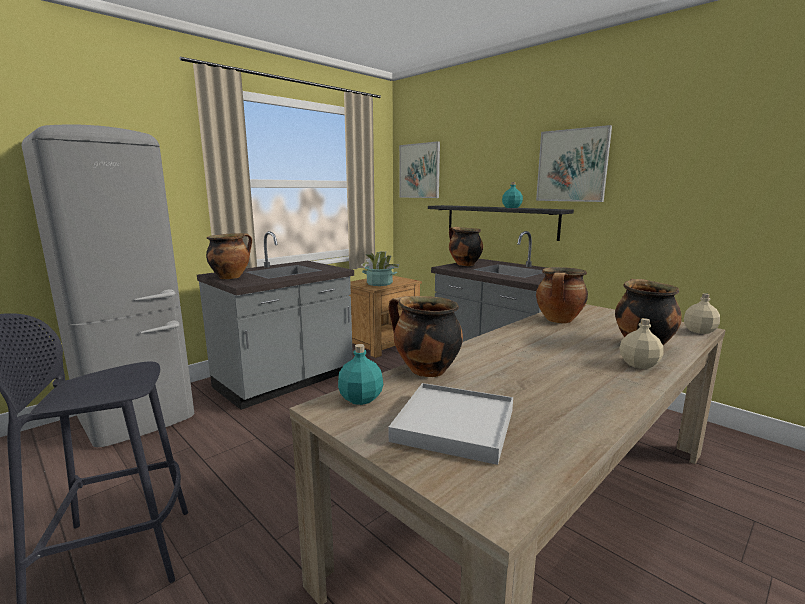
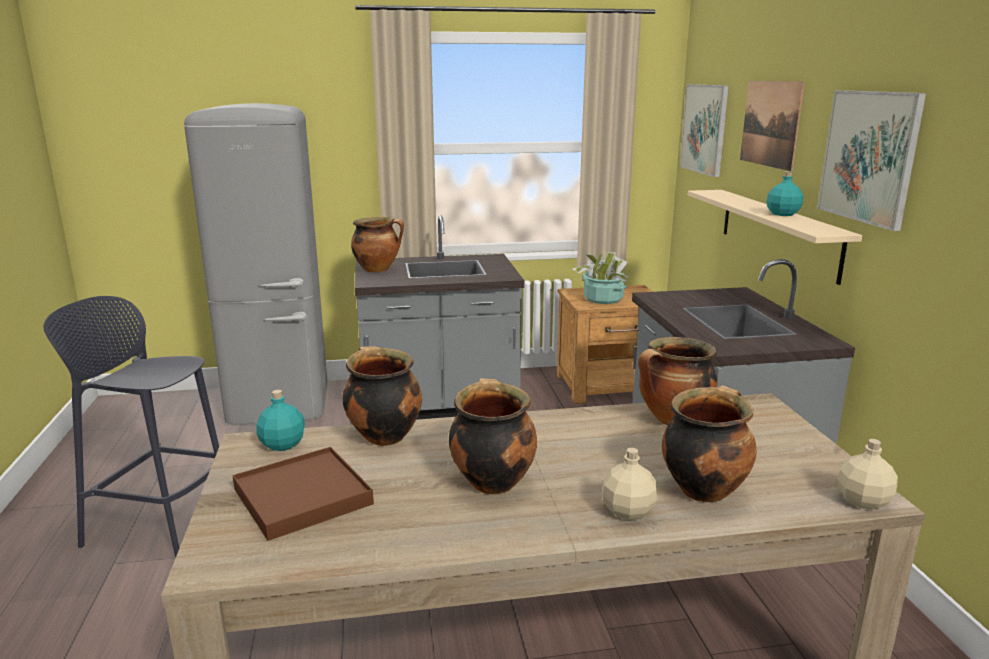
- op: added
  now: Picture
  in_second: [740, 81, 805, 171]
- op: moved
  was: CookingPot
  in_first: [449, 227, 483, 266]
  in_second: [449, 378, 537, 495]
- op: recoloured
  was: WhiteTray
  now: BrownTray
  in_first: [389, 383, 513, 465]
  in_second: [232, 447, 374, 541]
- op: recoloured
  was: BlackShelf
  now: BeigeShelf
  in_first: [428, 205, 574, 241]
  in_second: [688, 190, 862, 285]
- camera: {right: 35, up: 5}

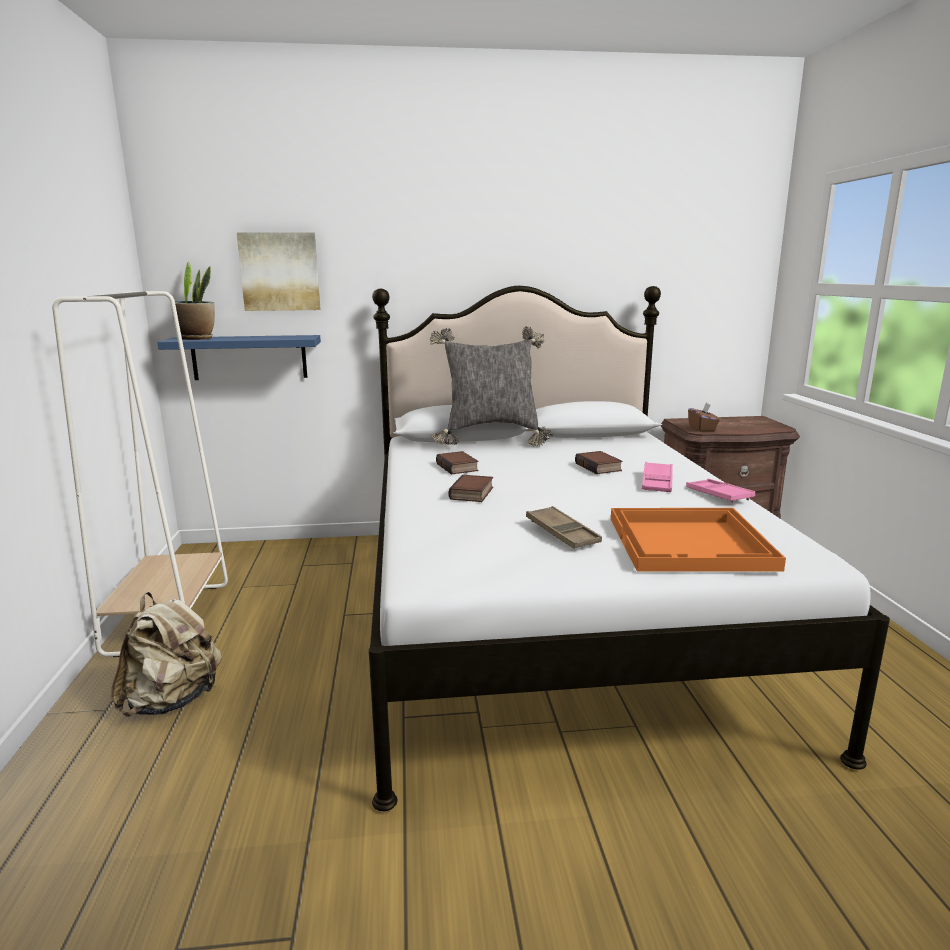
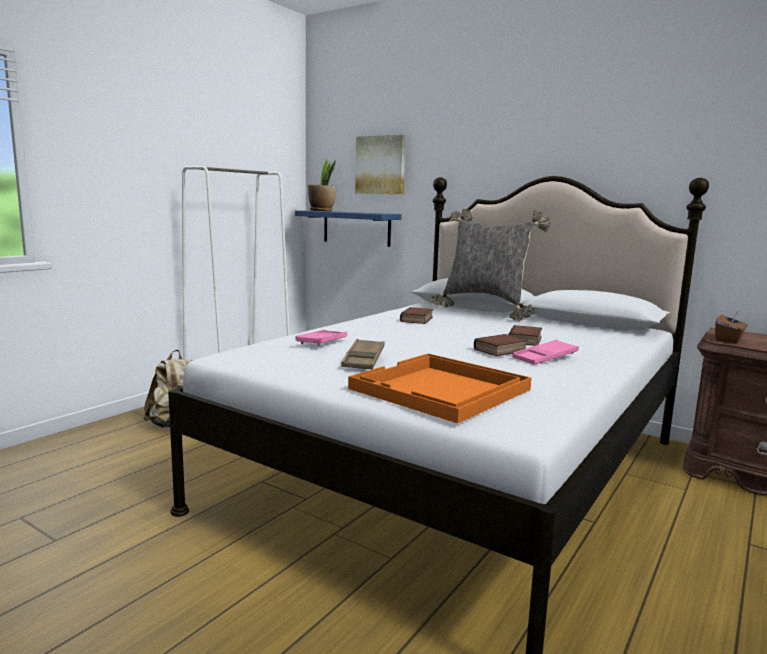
- op: moved
  was: Book
  in_first: [448, 475, 493, 502]
  in_second: [474, 334, 528, 356]
- op: moved
  was: PinkTray
  in_first: [686, 479, 755, 503]
  in_second: [296, 330, 347, 346]
- camera: {right: 40, up: -5}

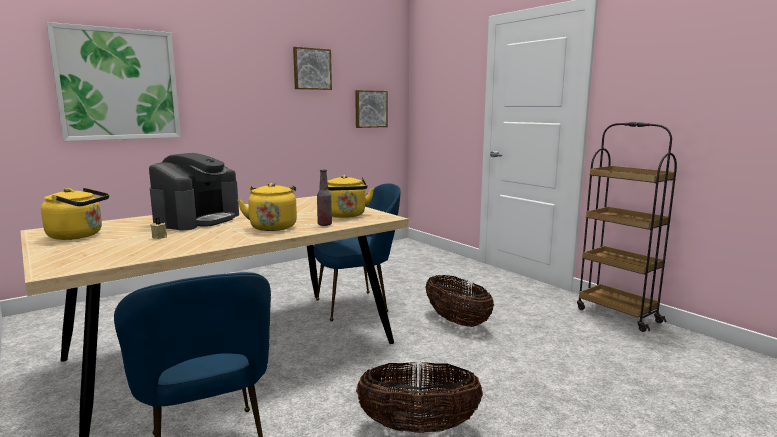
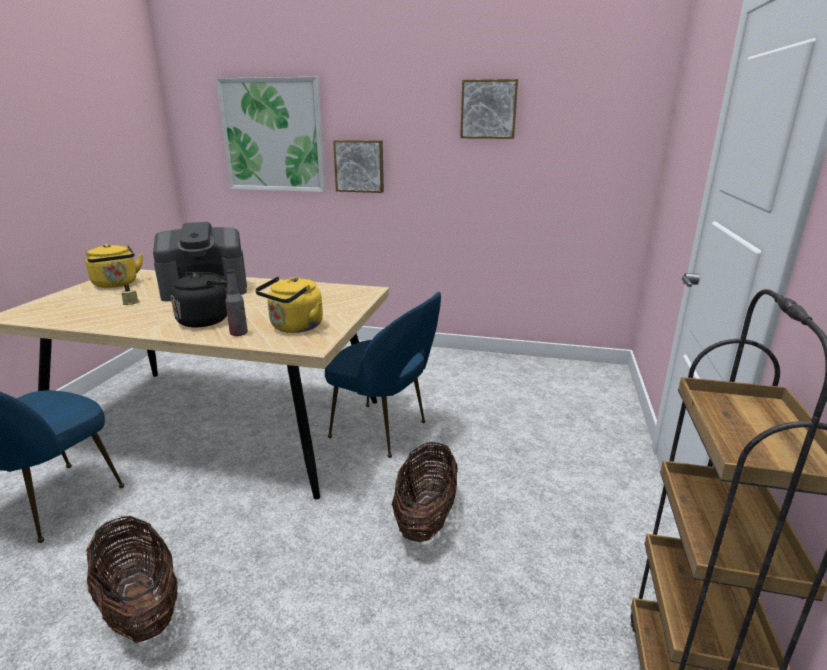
- op: moved
  was: Picture
  in_first: [355, 90, 388, 128]
  in_second: [333, 140, 384, 193]
- op: recoloured
  was: YellowKettle
  now: BlackKettle
  in_first: [238, 183, 297, 231]
  in_second: [170, 272, 227, 327]
- camera: {right: 50, up: 10}

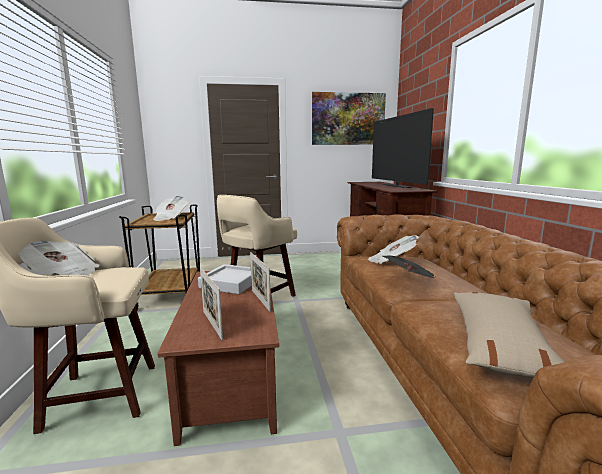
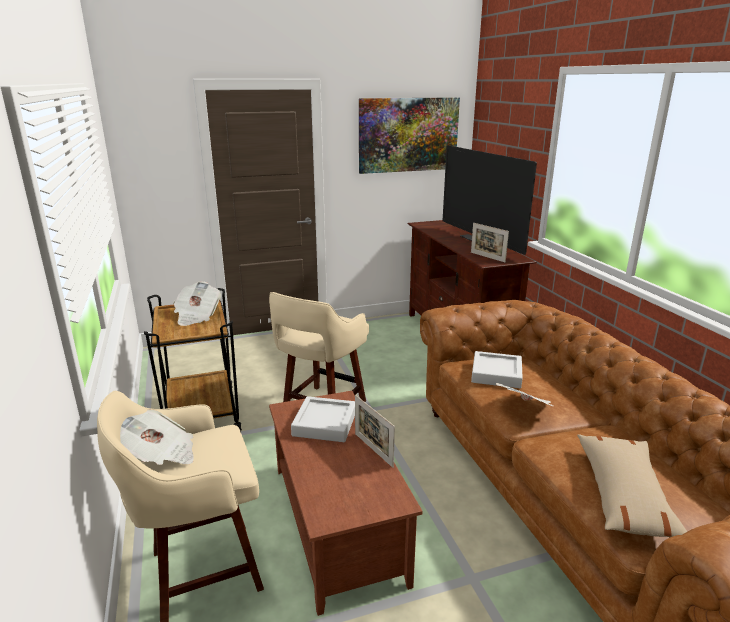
- op: moved
  was: PictureFrame
  in_first: [200, 268, 223, 340]
  in_second: [471, 223, 509, 262]
- op: replaced
  was: Newspaper
  now: GreyTray
  in_first: [368, 235, 419, 264]
  in_second: [471, 351, 523, 388]
- camera: {right: -10, up: 10}

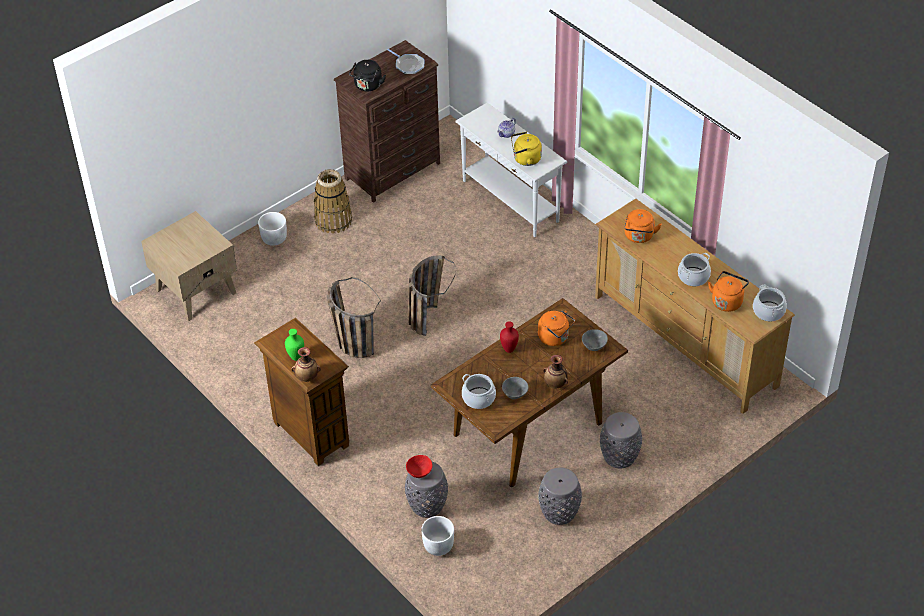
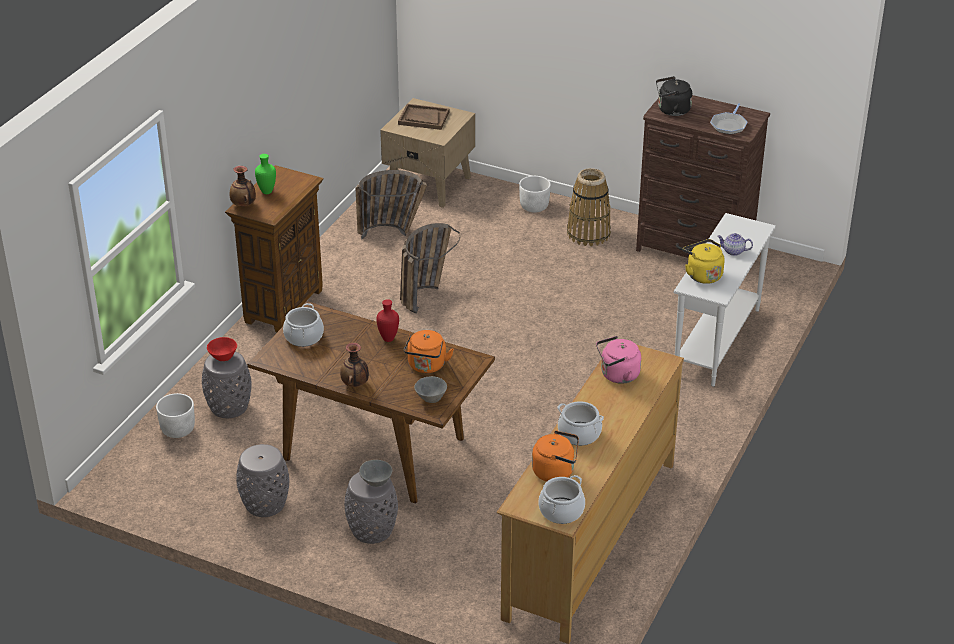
- op: added
  now: BrownTray
  in_second: [398, 104, 450, 130]
- op: moved
  was: Basket
  in_first: [408, 255, 456, 336]
  in_second: [355, 170, 427, 239]
- op: moved
  was: GreyBowl
  in_first: [502, 377, 528, 399]
  in_second: [359, 460, 392, 487]
- op: recoloured
  was: OrangeKettle
  now: PinkKettle
  in_first: [624, 209, 662, 243]
  in_second: [596, 336, 641, 384]
- camera: {right: 65, up: -10}

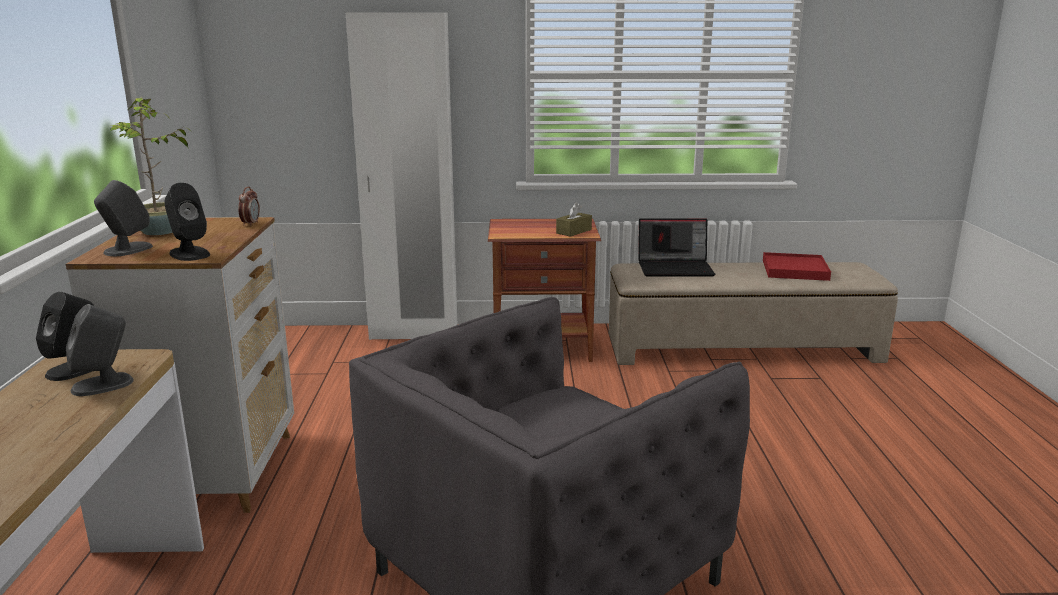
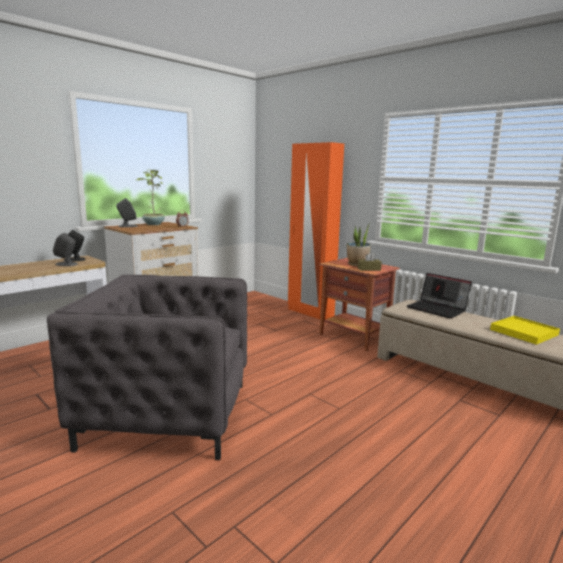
- op: removed
  was: BlackSpeaker
  in_first: [165, 183, 210, 261]
- op: added
  now: PottedPlant
  in_second: [347, 222, 371, 266]
- op: recoloured
  was: WhiteWardrobe
  now: OrangeWardrobe
  in_first: [346, 12, 457, 340]
  in_second: [288, 142, 344, 319]
- op: recoloured
  was: RedTray
  now: YellowTray
  in_first: [763, 252, 831, 281]
  in_second: [490, 316, 560, 345]
- camera: {right: 45, up: -5}

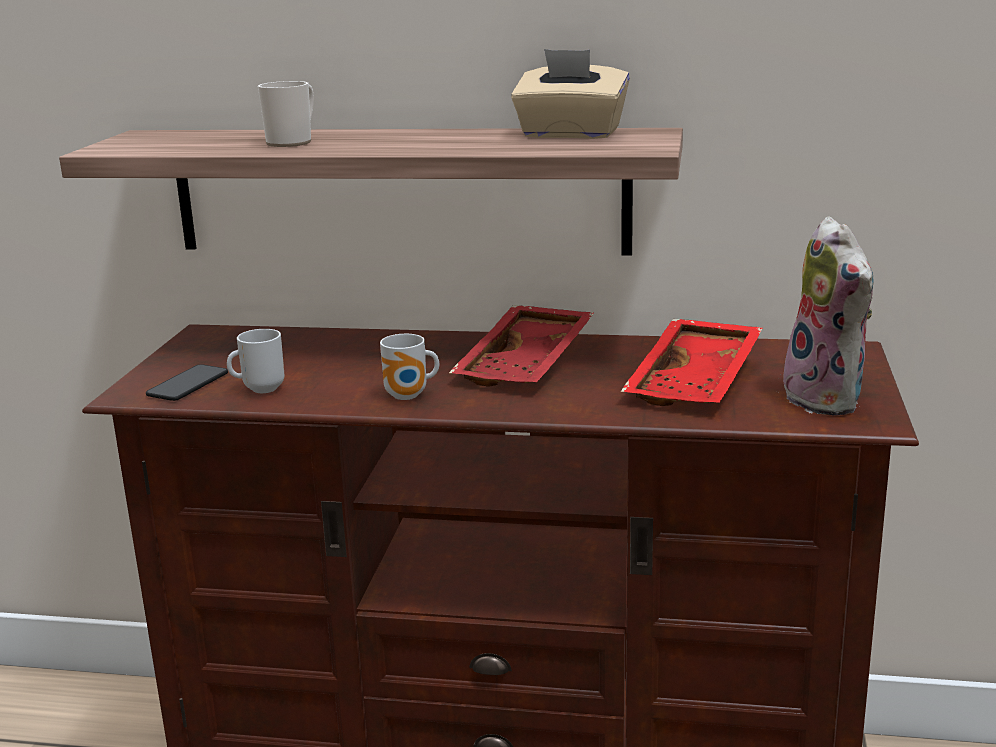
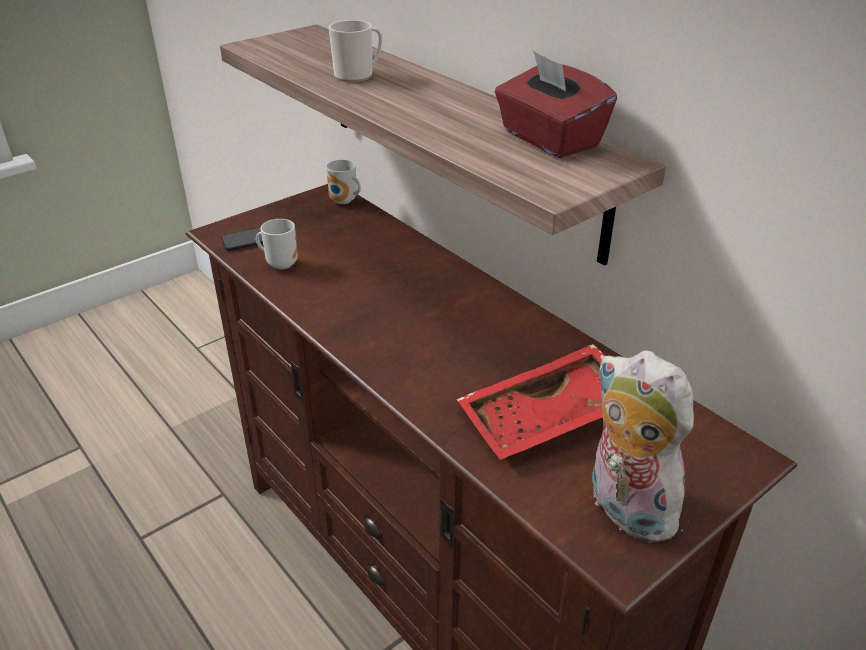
- op: removed
  was: RedTray
  in_first: [449, 305, 594, 387]
- op: moved
  was: Mug
  in_first: [380, 334, 439, 400]
  in_second: [326, 159, 361, 204]
- op: recoloured
  was: BeigeTissueBox
  now: RedTissueBox
  in_first: [511, 49, 630, 139]
  in_second: [495, 51, 617, 158]
- op: turned
  was: PlushToy
  in_first: [783, 217, 873, 415]
  in_second: [591, 350, 694, 543]
  clockwise: 120
- camera: {right: 40, up: 15}

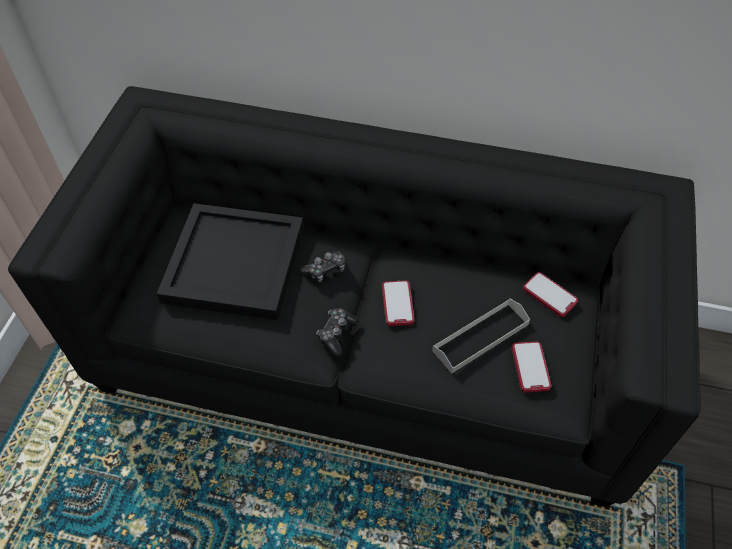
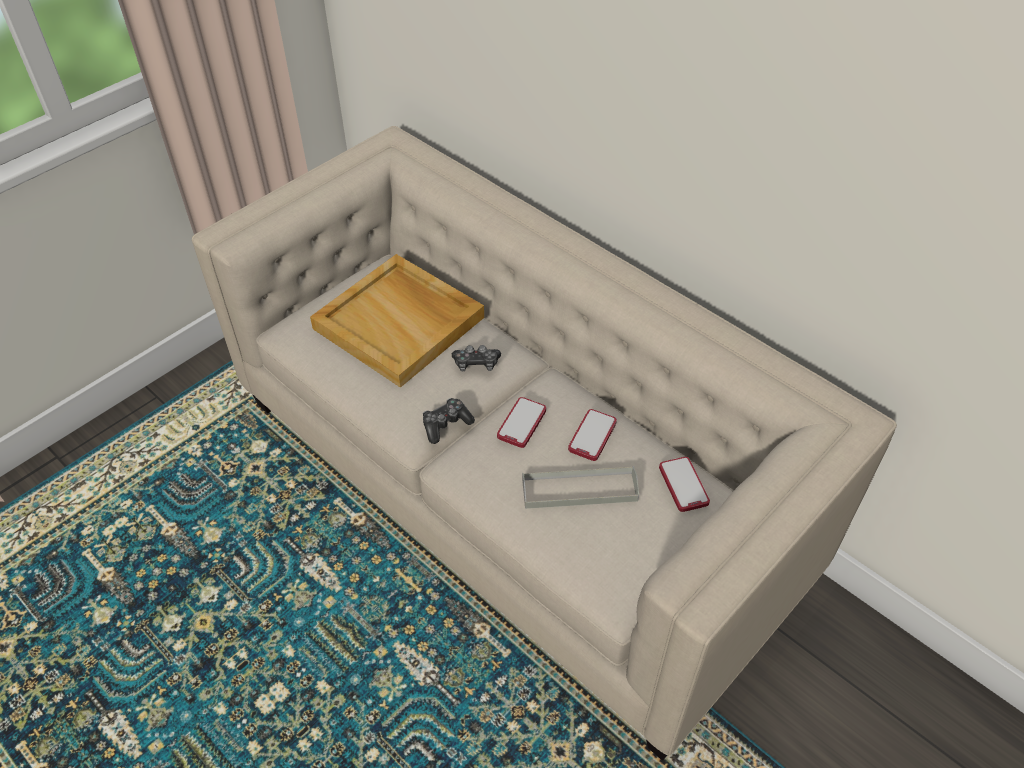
- op: moved
  was: Phone
  in_first: [512, 341, 551, 393]
  in_second: [568, 409, 617, 461]
- op: recoloured
  was: BlackSofa
  now: BeigeSofa
  in_first: [8, 86, 701, 507]
  in_second: [192, 126, 897, 761]
- op: recoloured
  was: BlackTray
  now: BeigeTray
  in_first: [157, 203, 304, 320]
  in_second: [310, 254, 484, 388]
- camera: {right: 30, up: -5}

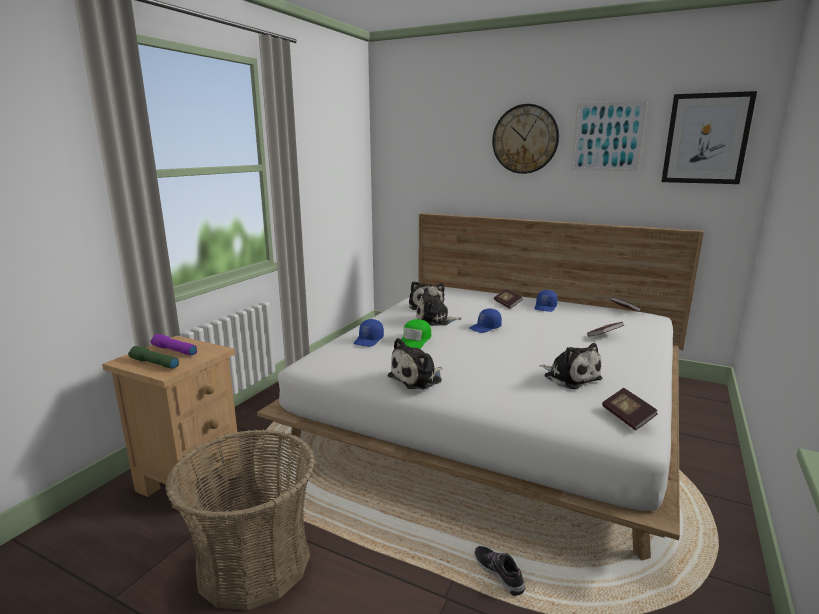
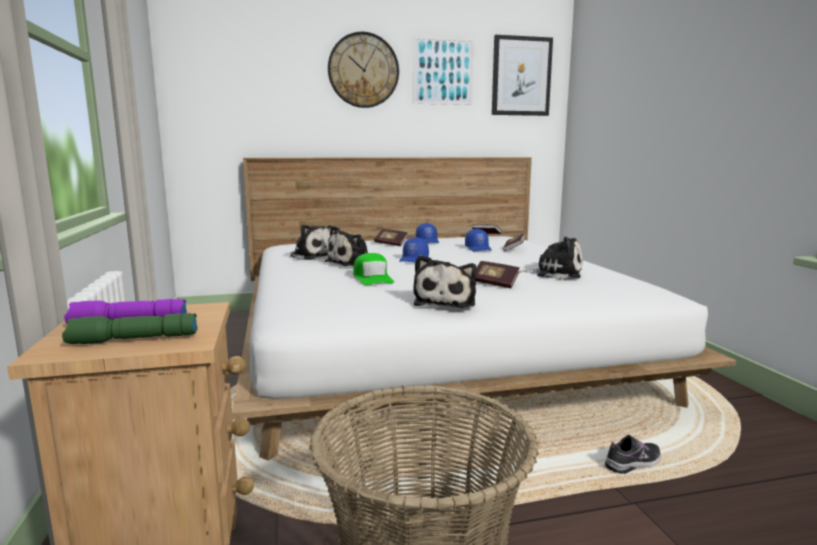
- op: moved
  was: BlueCap
  in_first: [354, 319, 384, 347]
  in_second: [465, 229, 492, 251]
- op: moved
  was: Book
  in_first: [602, 388, 658, 430]
  in_second: [475, 261, 520, 288]
- op: turned
  was: Shoe
  in_first: [474, 546, 525, 596]
  in_second: [605, 435, 661, 474]
  clockwise: 135
- camera: {right: -40, up: -5}

